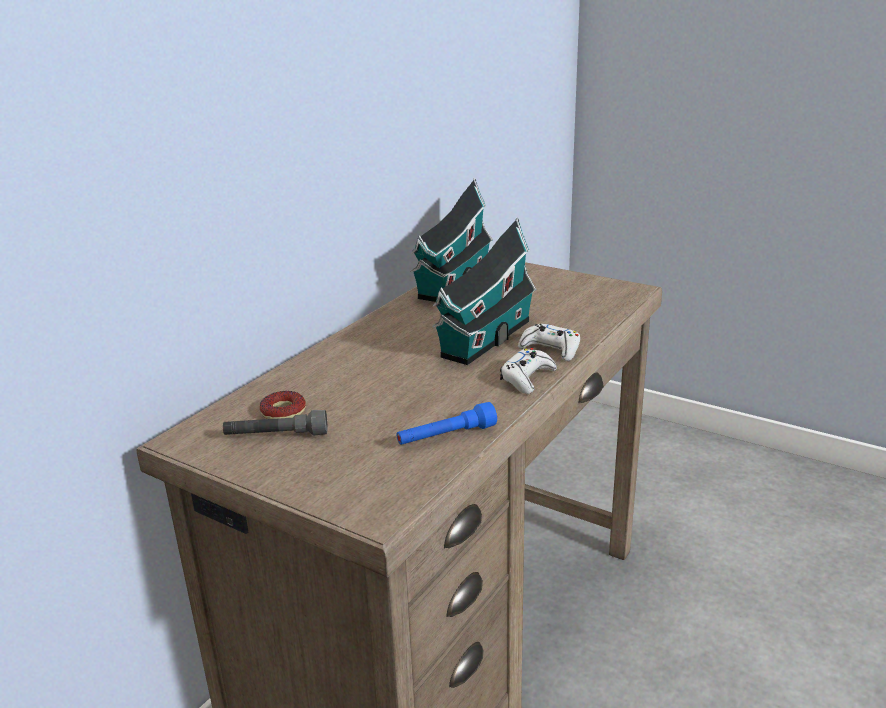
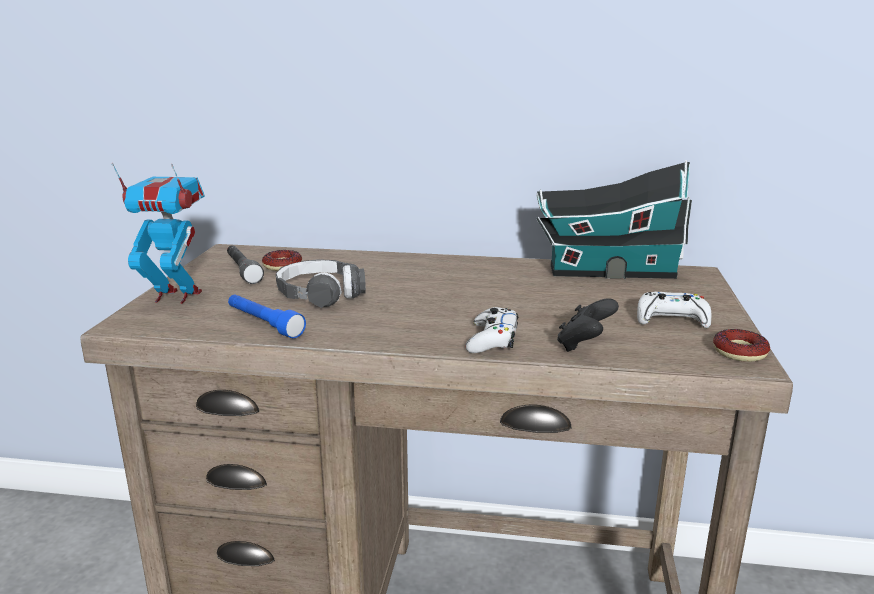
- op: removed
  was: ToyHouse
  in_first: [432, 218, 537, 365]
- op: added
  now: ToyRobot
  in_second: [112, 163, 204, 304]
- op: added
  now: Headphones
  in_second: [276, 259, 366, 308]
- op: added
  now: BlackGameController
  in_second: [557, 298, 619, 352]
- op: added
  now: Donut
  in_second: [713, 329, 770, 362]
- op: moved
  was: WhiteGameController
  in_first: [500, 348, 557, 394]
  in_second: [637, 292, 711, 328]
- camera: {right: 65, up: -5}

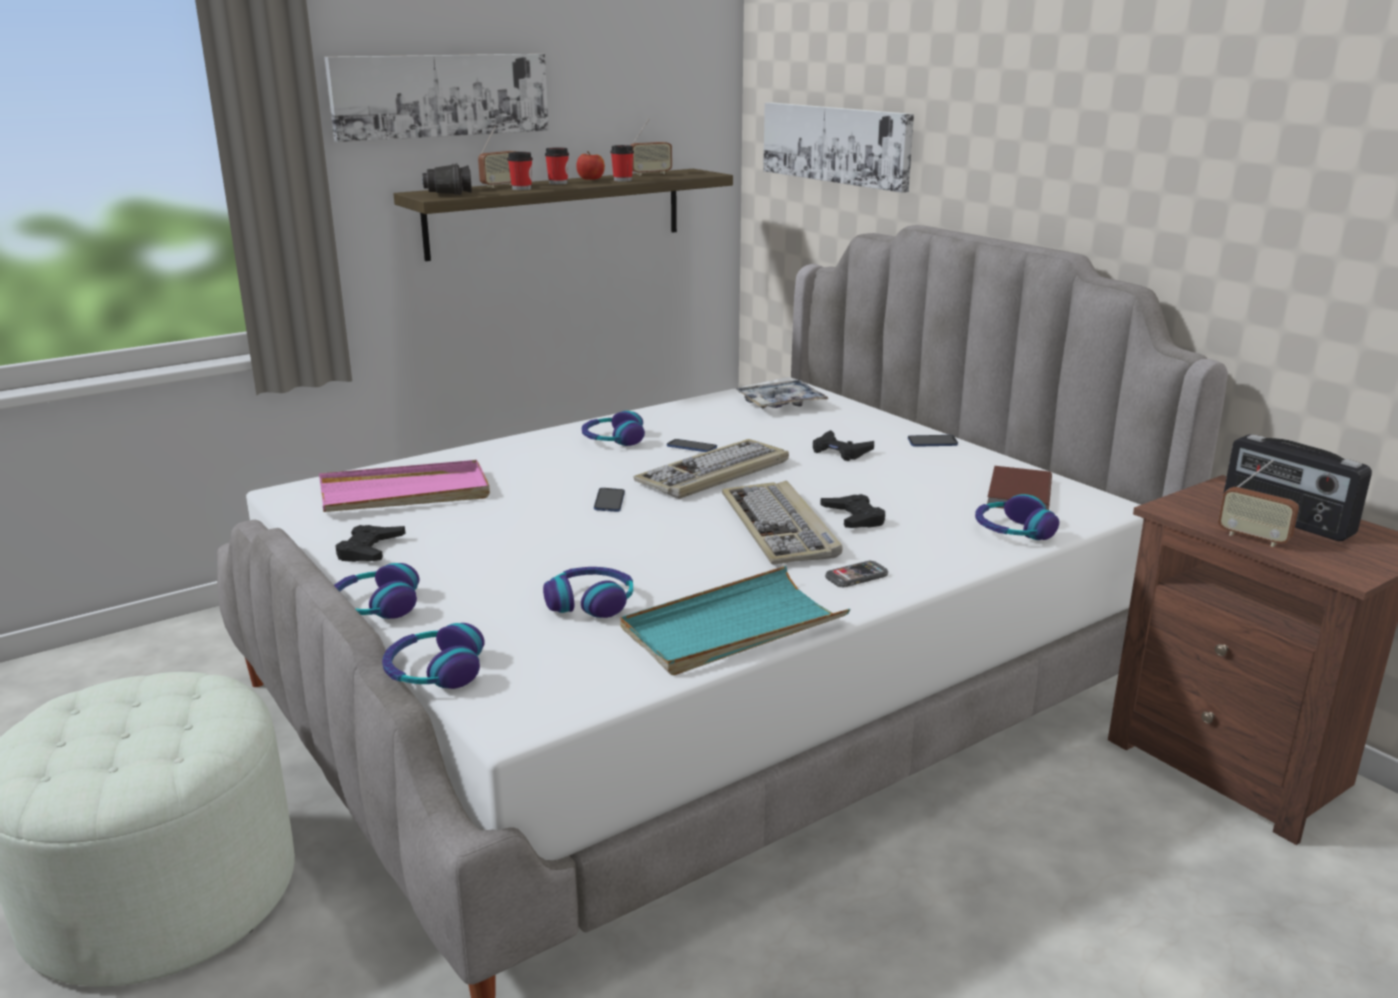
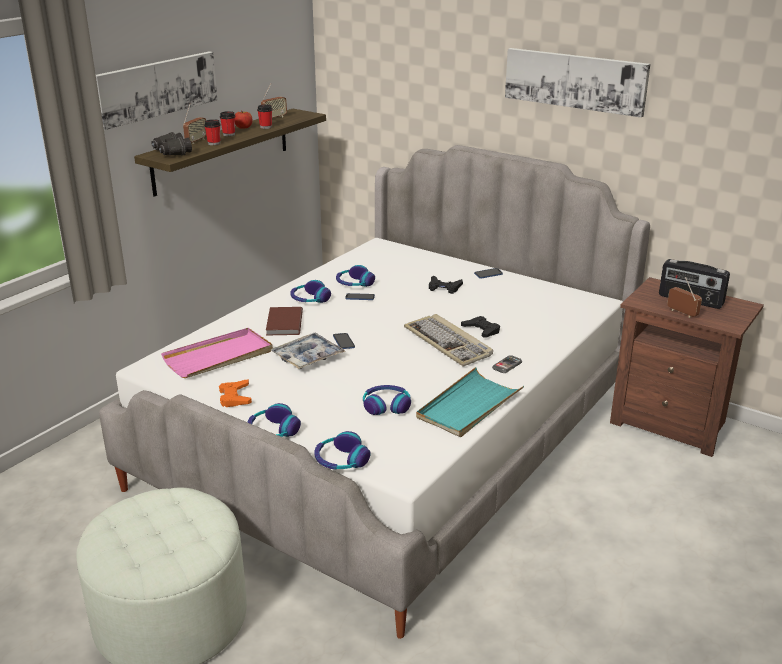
- op: removed
  was: Keyboard
  in_first: [633, 439, 789, 499]
- op: moved
  was: Tray
  in_first: [735, 380, 828, 408]
  in_second: [271, 333, 346, 369]
- op: moved
  was: Picture
  in_first: [763, 102, 914, 193]
  in_second: [505, 48, 650, 118]
- op: moved
  was: Headphones
  in_first: [975, 494, 1059, 540]
  in_second: [336, 265, 375, 287]
- op: moved
  was: BrownBook
  in_first: [987, 466, 1052, 510]
  in_second: [266, 307, 303, 335]
- op: recoloured
  was: BlackGameController
  now: OrangeGameController
  in_first: [335, 525, 405, 562]
  in_second: [219, 379, 252, 407]
- op: turned
  was: Radio
  in_first: [1218, 460, 1299, 547]
  in_second: [667, 277, 702, 318]
  clockwise: -150
- camera: {right: -20, up: 5}

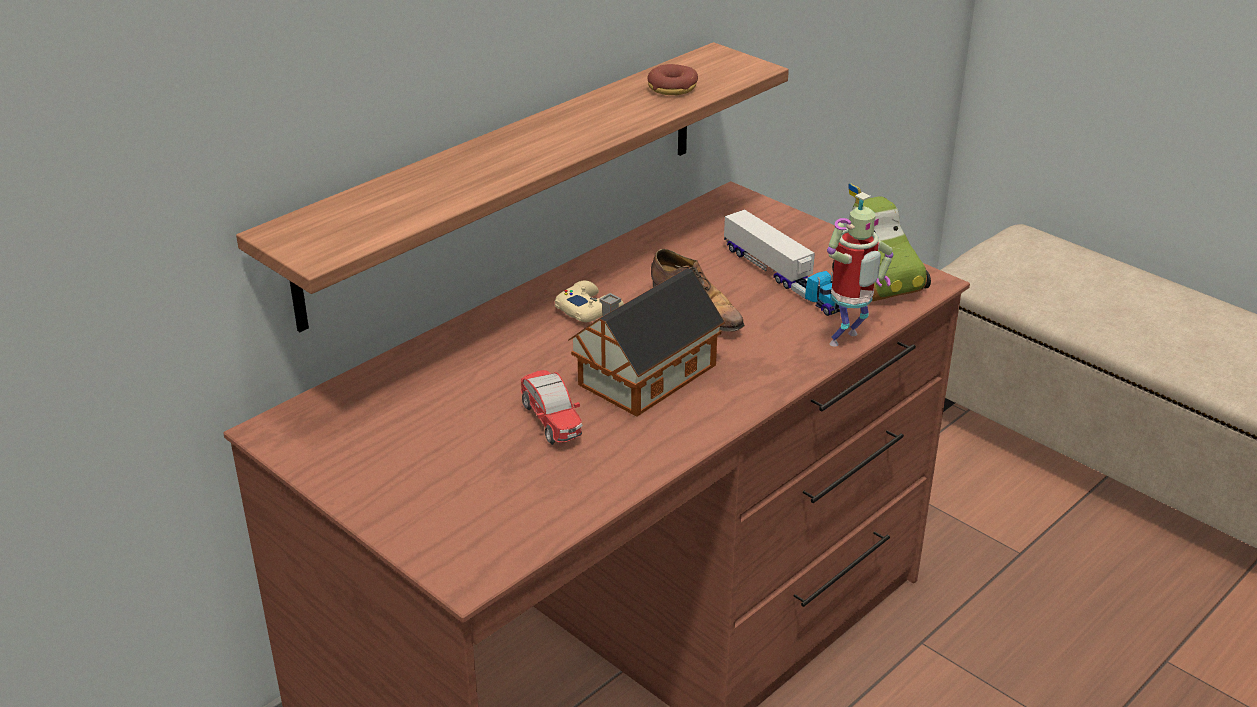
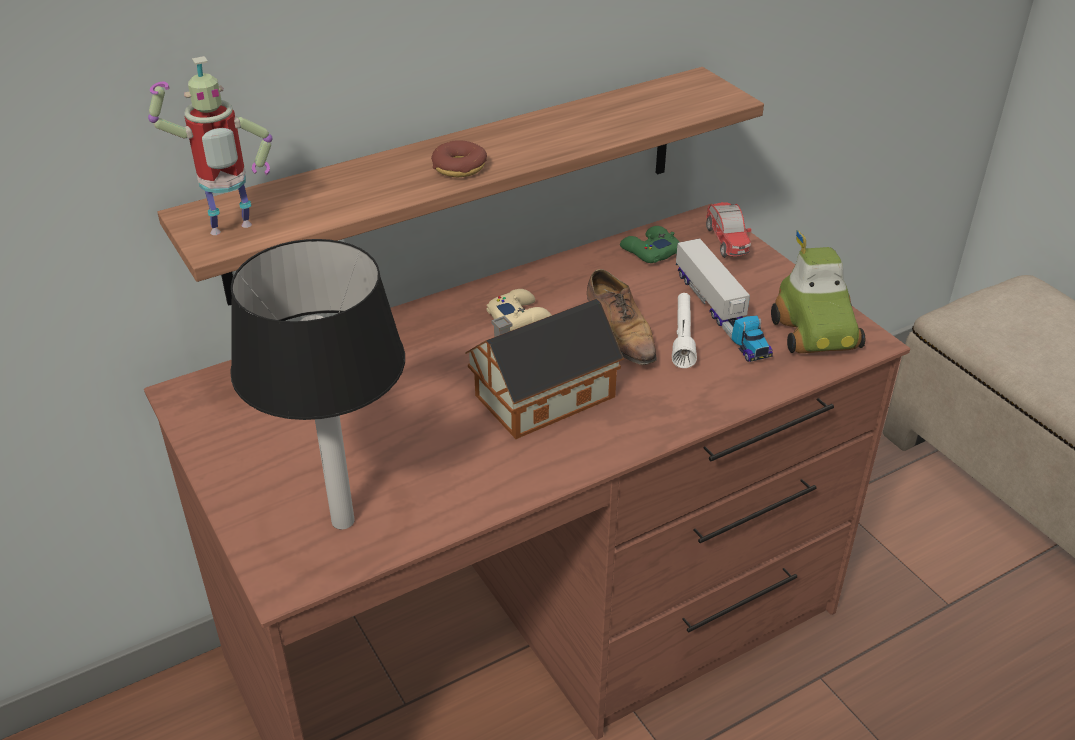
- op: added
  now: TableLamp
  in_second: [230, 239, 405, 529]
- op: added
  now: GreenGameController
  in_second: [620, 226, 679, 263]
- op: added
  now: WhiteFlashlight
  in_second: [672, 293, 697, 368]
- op: moved
  was: ToyCar
  in_first: [521, 370, 583, 445]
  in_second: [706, 202, 751, 258]
- op: moved
  was: Donut
  in_first: [647, 64, 698, 95]
  in_second: [431, 140, 487, 177]
- op: moved
  was: ToyRobot
  in_first: [827, 192, 893, 347]
  in_second: [148, 56, 273, 235]
- camera: {right: 15, up: 5}

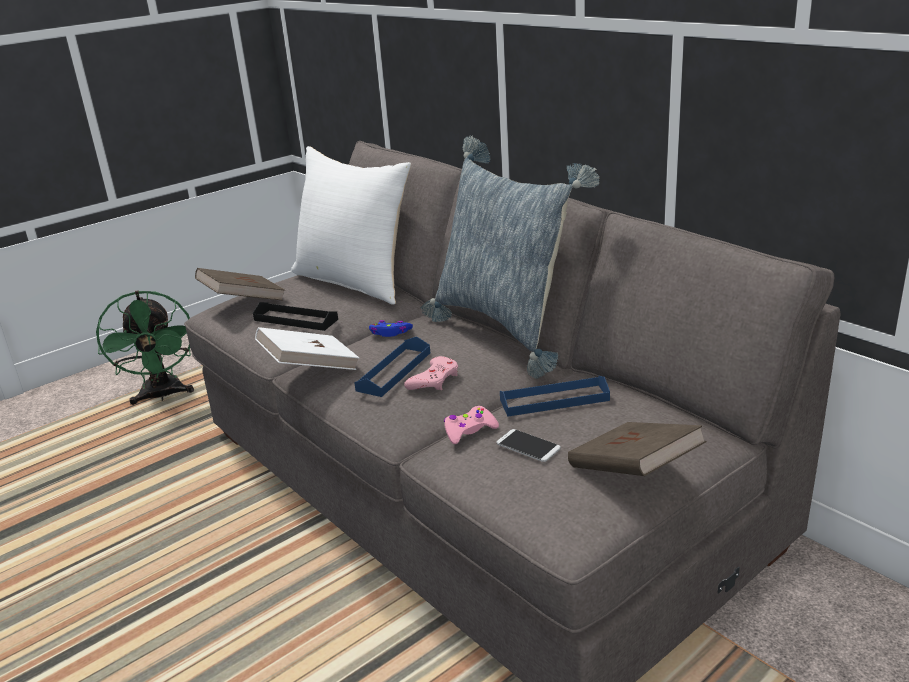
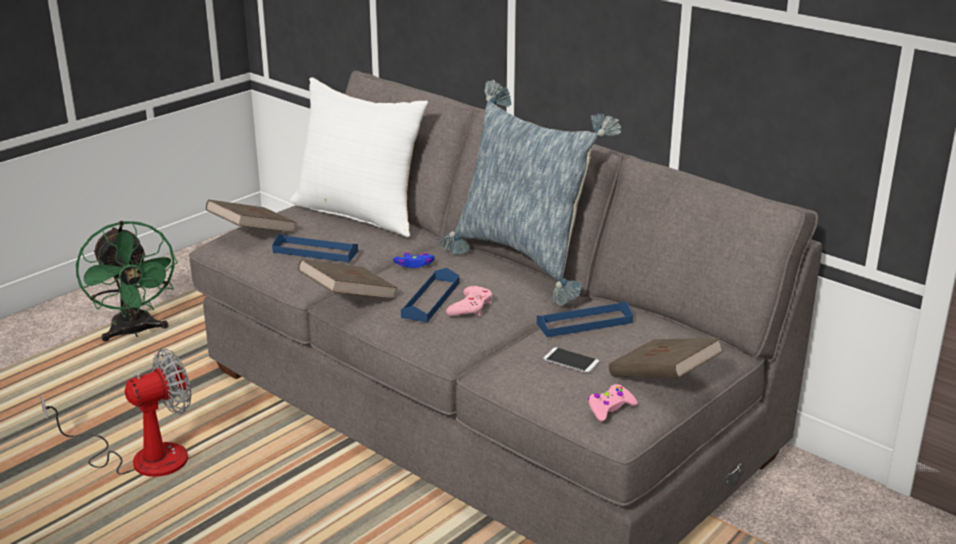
- op: added
  now: Fan
  in_second: [40, 349, 191, 477]
- op: moved
  was: PinkGameController
  in_first: [444, 406, 499, 444]
  in_second: [588, 384, 638, 421]
- op: recoloured
  was: BlackTray
  now: BlueTray
  in_first: [253, 302, 338, 331]
  in_second: [272, 234, 358, 262]
- op: recoloured
  was: WhiteBook
  now: BrownBook
  in_first: [255, 327, 359, 370]
  in_second: [298, 259, 398, 299]
- camera: {right: -10, up: 0}

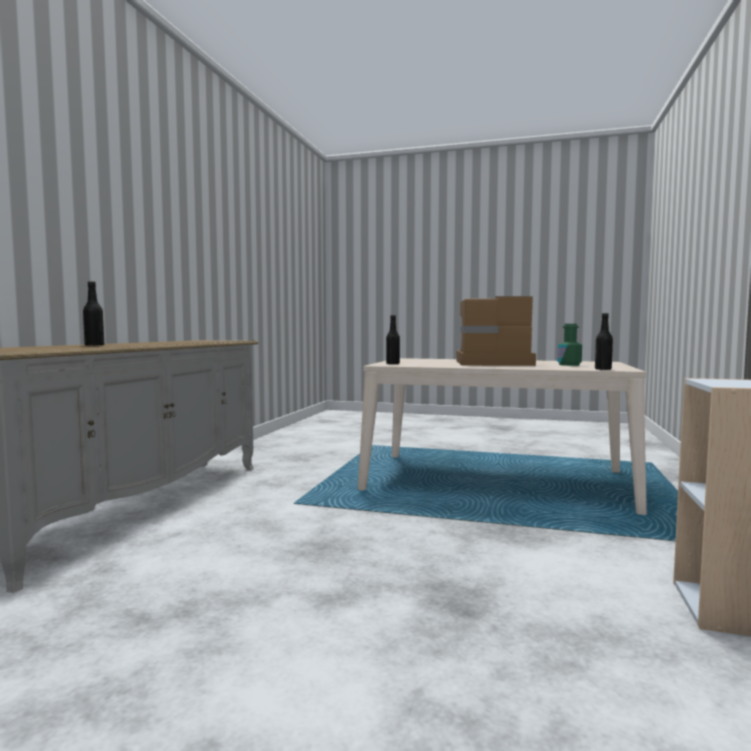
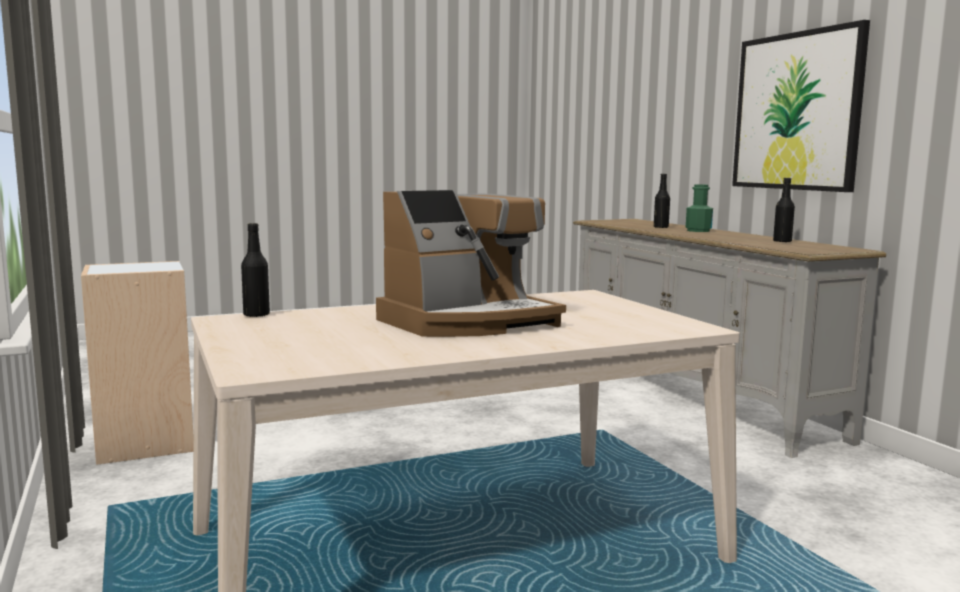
- op: added
  now: Picture
  in_second: [732, 20, 870, 192]
- op: moved
  was: BlackBottle
  in_first: [386, 315, 400, 364]
  in_second: [773, 178, 795, 242]
- op: moved
  was: GreenBottle
  in_first: [558, 324, 582, 366]
  in_second: [686, 184, 713, 232]
- camera: {right: 140, up: 5}

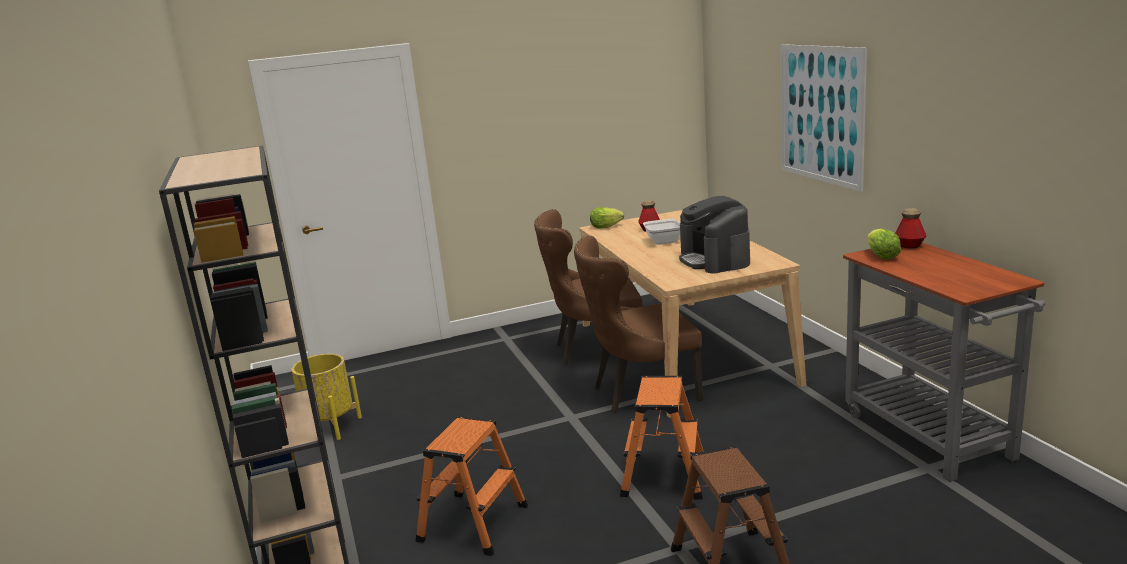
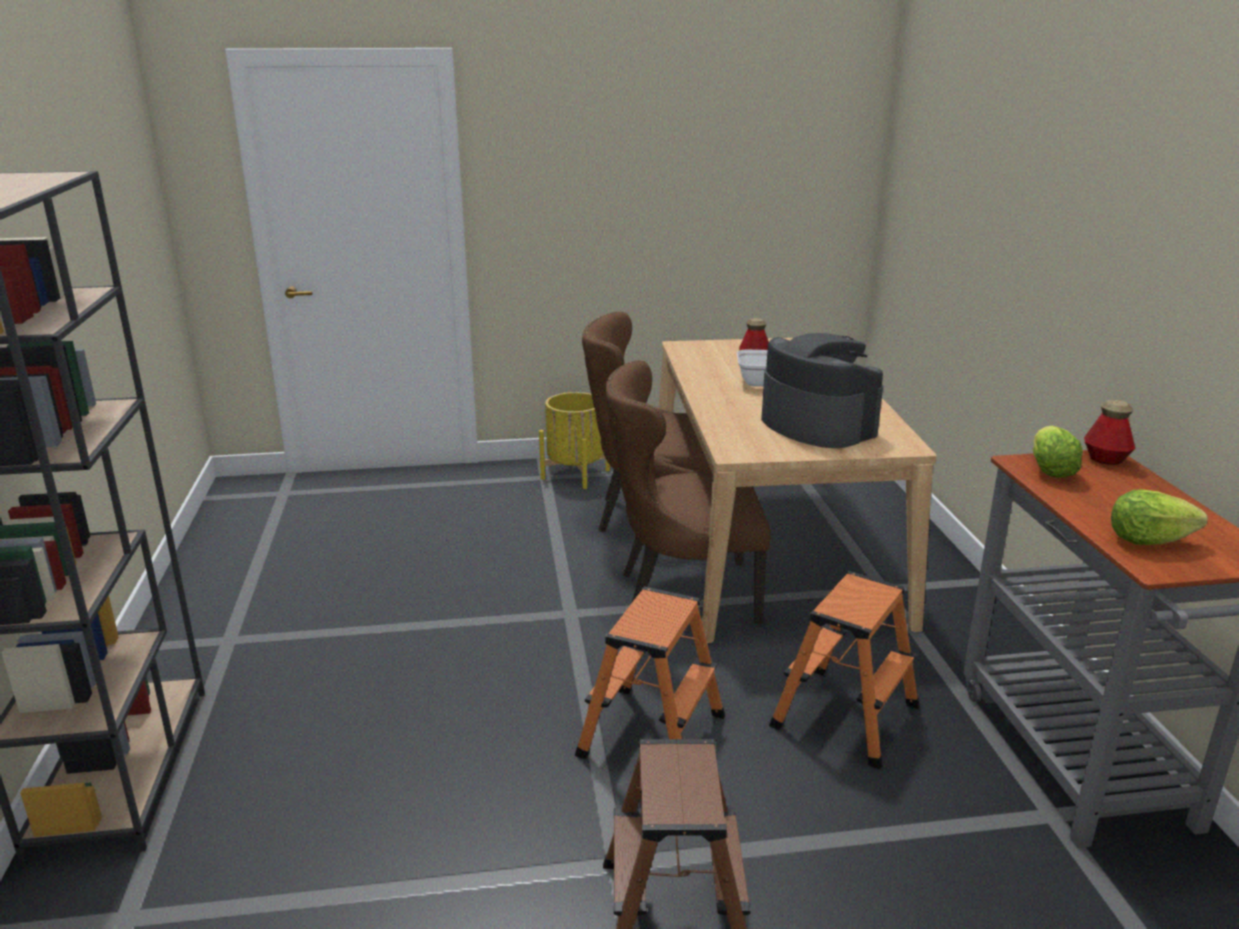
- op: removed
  was: Picture
  in_first: [781, 44, 867, 192]
- op: moved
  was: YellowPlanter
  in_first: [291, 354, 362, 440]
  in_second: [539, 392, 610, 489]
- op: moved
  was: OrangeStepLadder
  in_first: [415, 416, 528, 556]
  in_second: [769, 571, 920, 769]
- op: moved
  was: Lettuce
  in_first: [590, 207, 624, 229]
  in_second: [1111, 489, 1208, 545]
- op: turned
  was: CoffeeMachine
  in_first: [679, 196, 750, 273]
  in_second: [761, 333, 883, 448]
  clockwise: 150
- camera: {right: 10, up: 5}

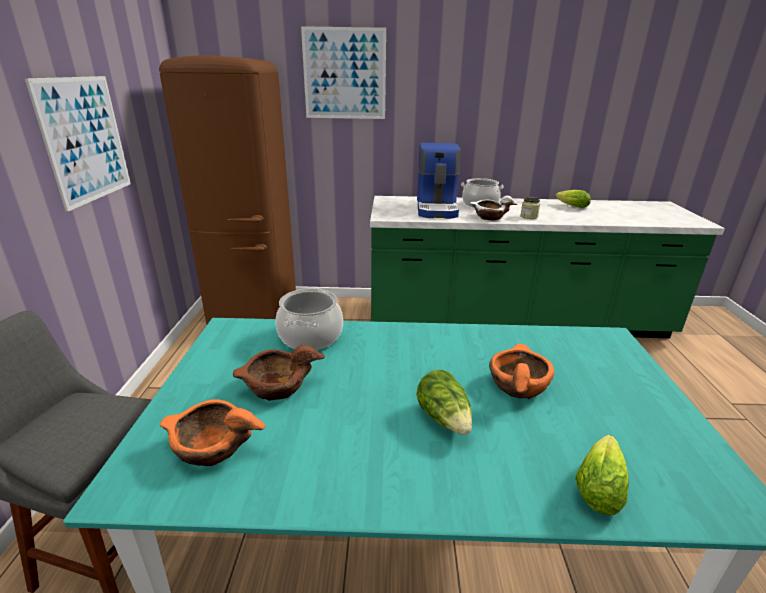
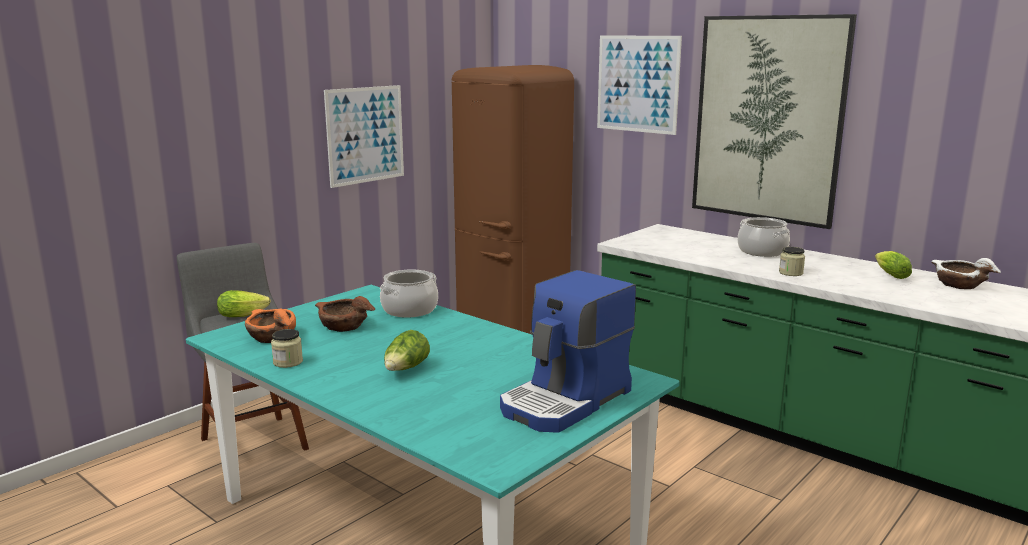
- op: removed
  was: OrangeBowl
  in_first: [489, 344, 554, 399]
- op: added
  now: Jar
  in_second: [271, 329, 303, 368]
- op: added
  now: Picture
  in_second: [692, 14, 857, 229]
- op: moved
  was: CoffeeMachine
  in_first: [417, 143, 461, 219]
  in_second: [500, 270, 636, 433]
- op: moved
  was: WhiteBowl
  in_first: [470, 196, 518, 221]
  in_second: [931, 258, 1001, 289]
- op: moved
  was: Lettuce
  in_first: [575, 435, 629, 515]
  in_second: [217, 290, 271, 317]
- camera: {right: 40, up: -10}

